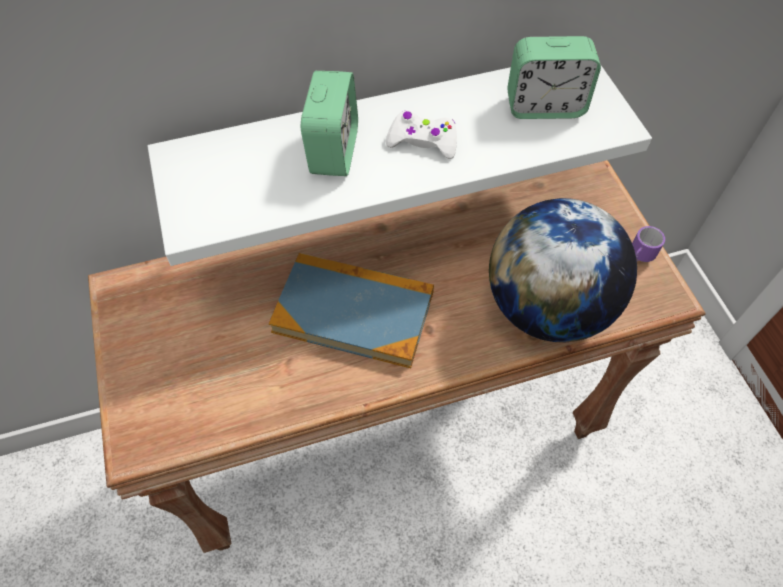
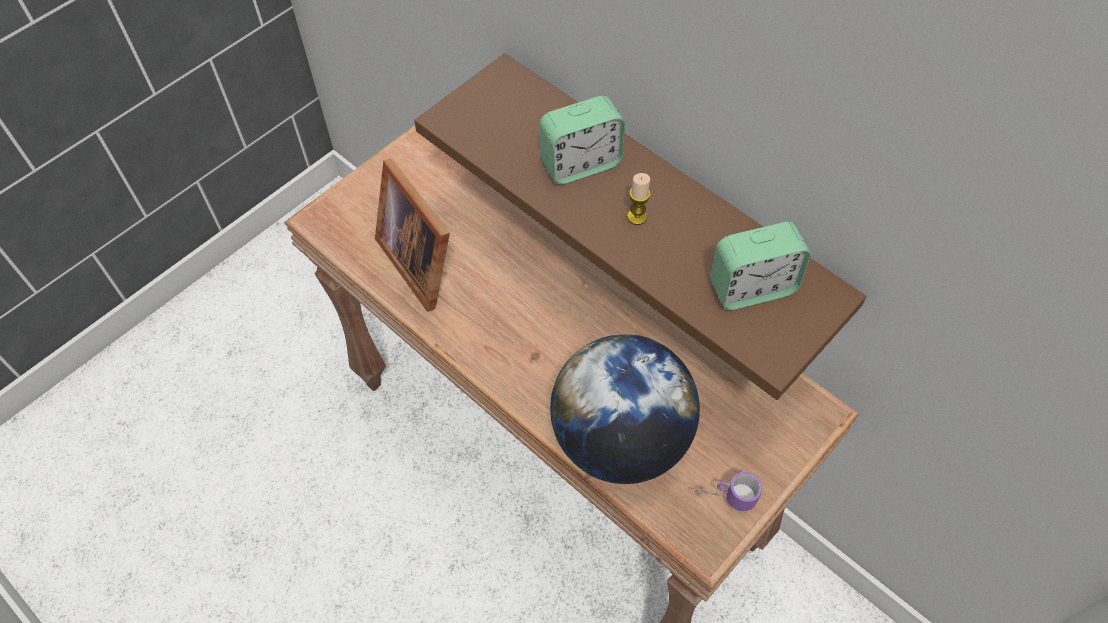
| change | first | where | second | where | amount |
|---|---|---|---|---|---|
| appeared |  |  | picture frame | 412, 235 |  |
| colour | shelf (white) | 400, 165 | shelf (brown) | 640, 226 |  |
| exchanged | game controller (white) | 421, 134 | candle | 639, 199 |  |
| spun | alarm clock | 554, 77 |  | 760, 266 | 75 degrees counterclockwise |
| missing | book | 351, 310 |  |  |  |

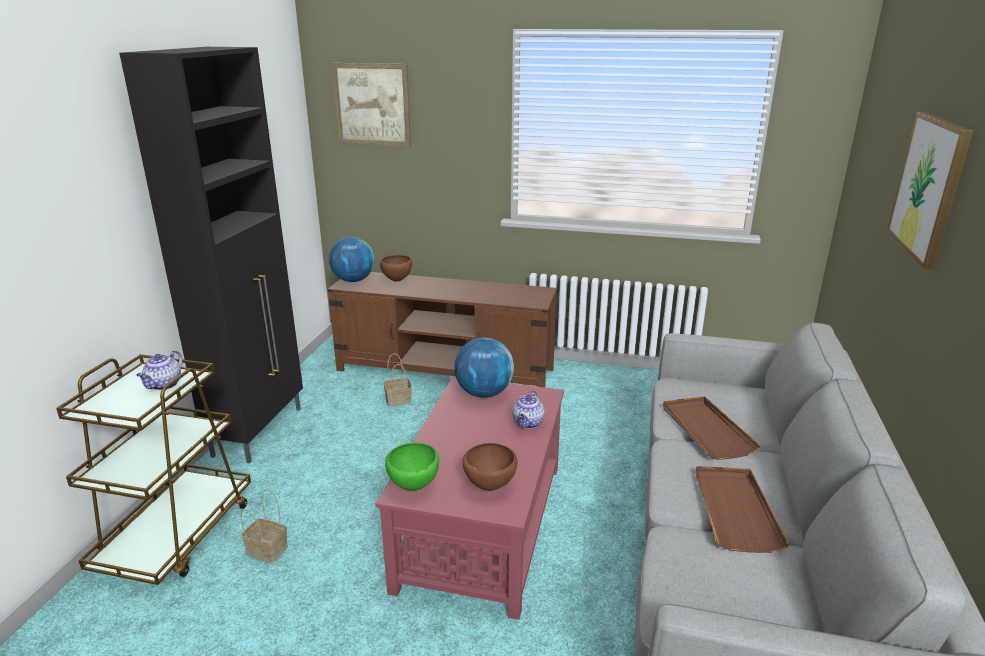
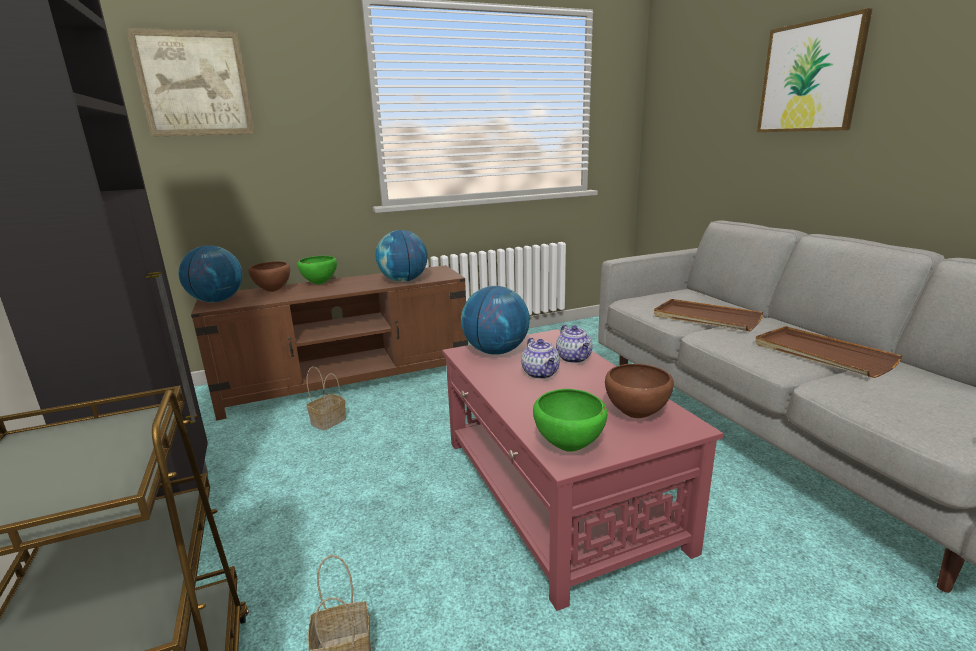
| change | first | where | second | where | amount |
|---|---|---|---|---|---|
| appeared |  |  | bowl (green) | 317, 270 |  |
| appeared |  |  | globe | 401, 256 |  |
| relocated | teapot | 159, 370 |  | 540, 358 |  |

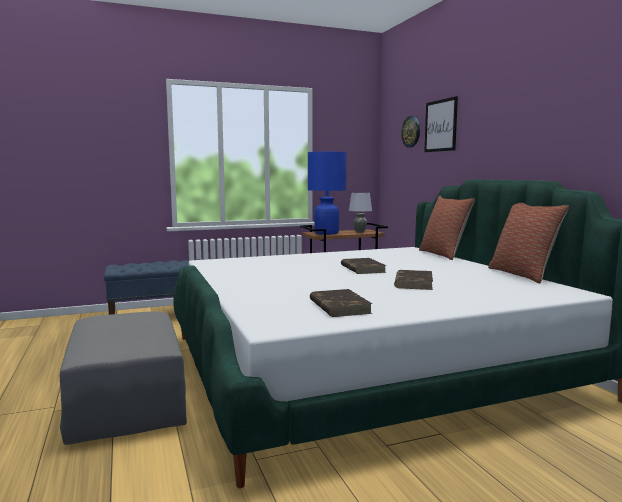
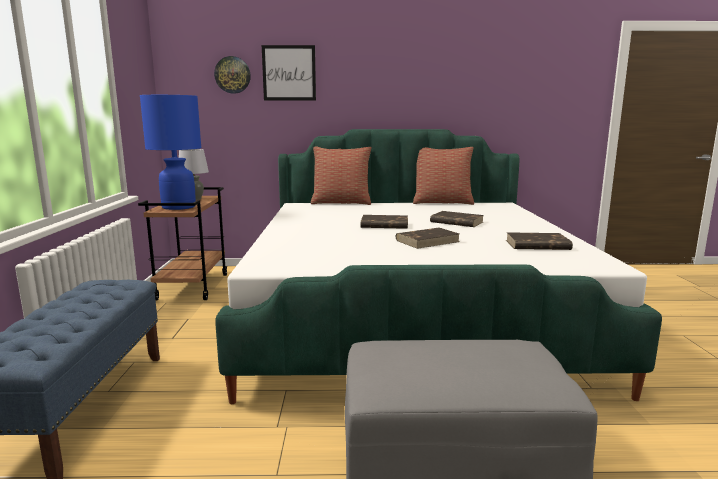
| change | first | where | second | where | amount |
|---|---|---|---|---|---|
| appeared |  |  | book (brown) | 427, 238 |  |

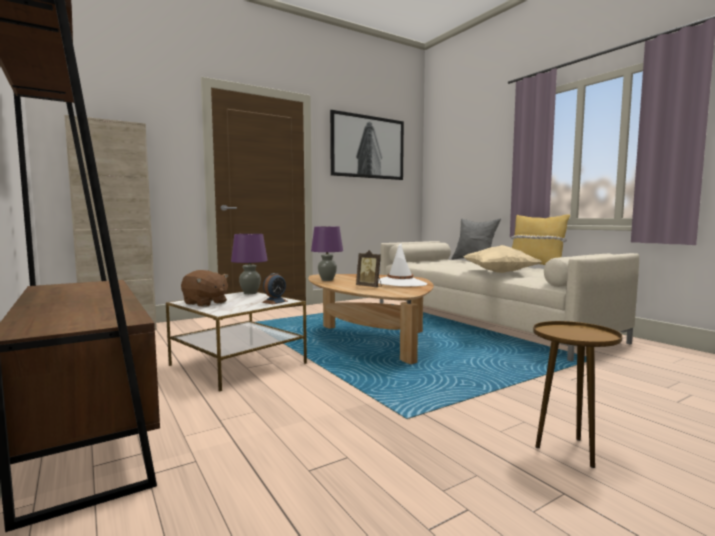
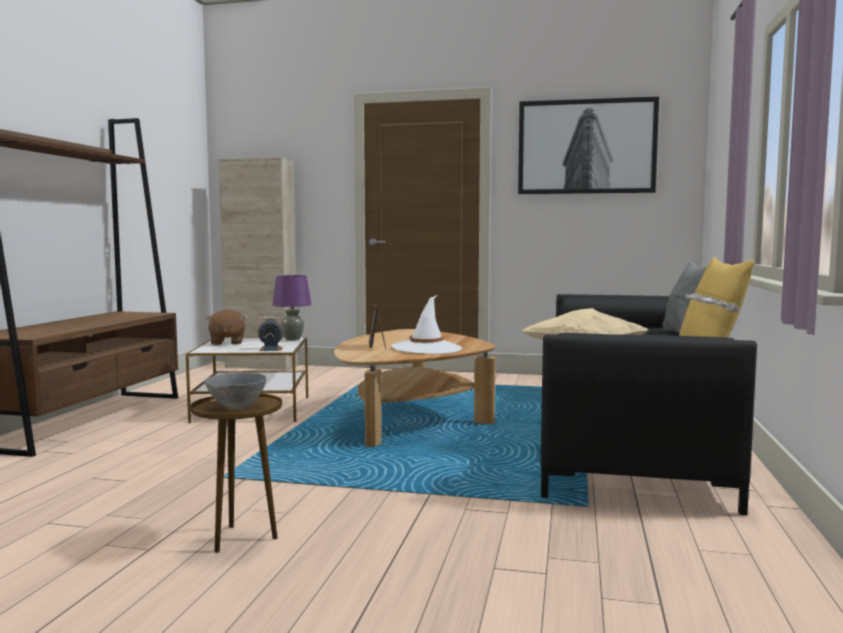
| change | first | where | second | where | amount |
|---|---|---|---|---|---|
| appeared |  |  | bowl (grey) | 235, 391 |  |
| colour | sofa (beige) | 509, 301 | sofa (black) | 648, 404 |  |
| missing | table lamp (purple) | 327, 253 |  |  |  |

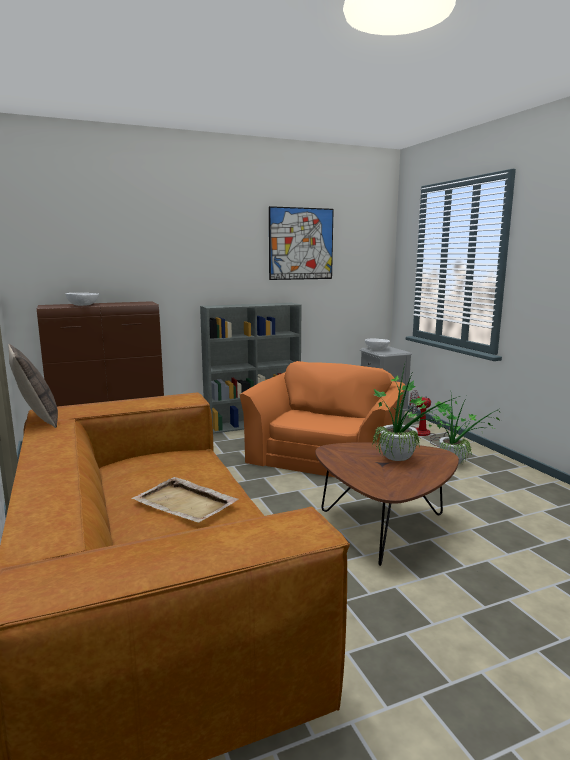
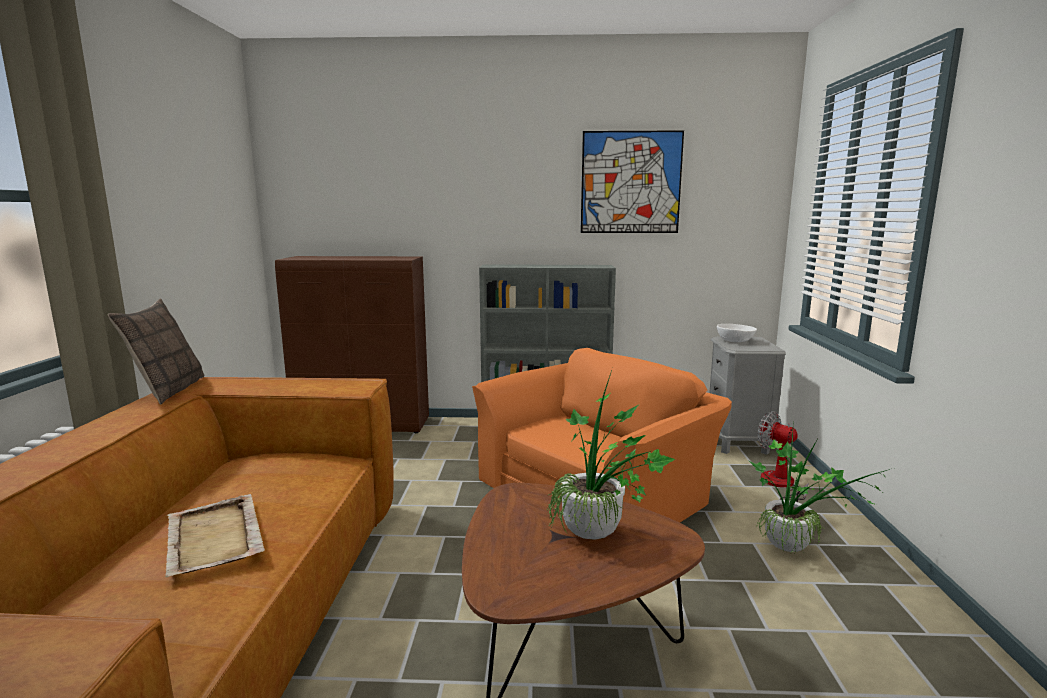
| change | first | where | second | where | amount |
|---|---|---|---|---|---|
| missing | bowl (white) | 82, 299 |  |  |  |

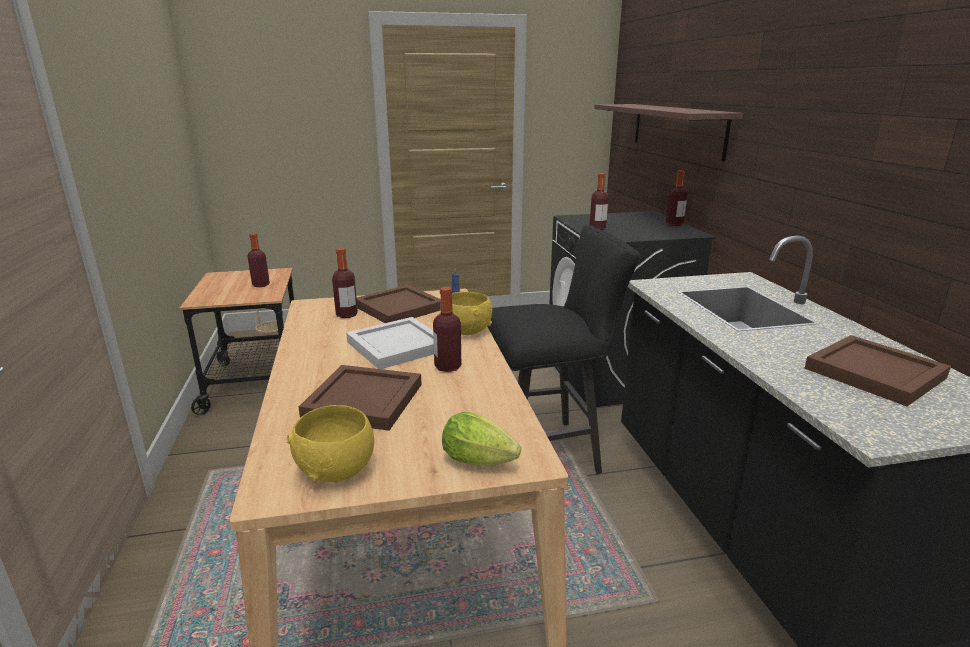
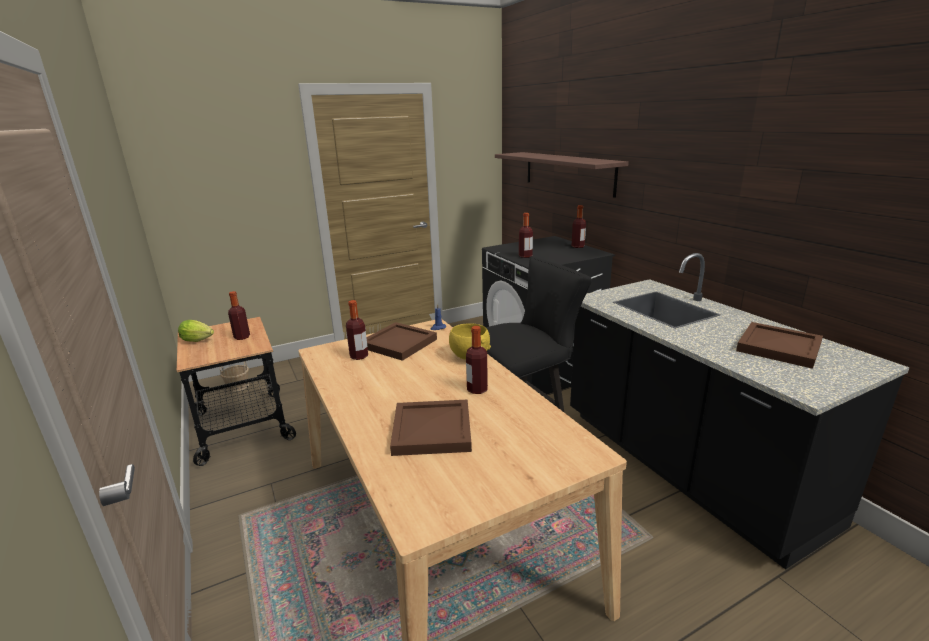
| change | first | where | second | where | amount |
|---|---|---|---|---|---|
| relocated | lettuce | 481, 439 |  | 196, 331 |  |
| missing | bowl (yellow) | 330, 443 |  |  |  |
| missing | tray (white) | 390, 343 |  |  |  |

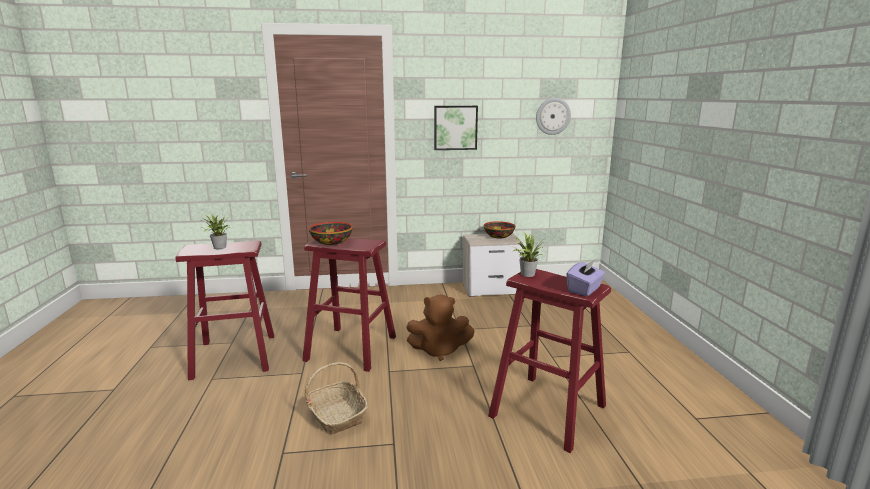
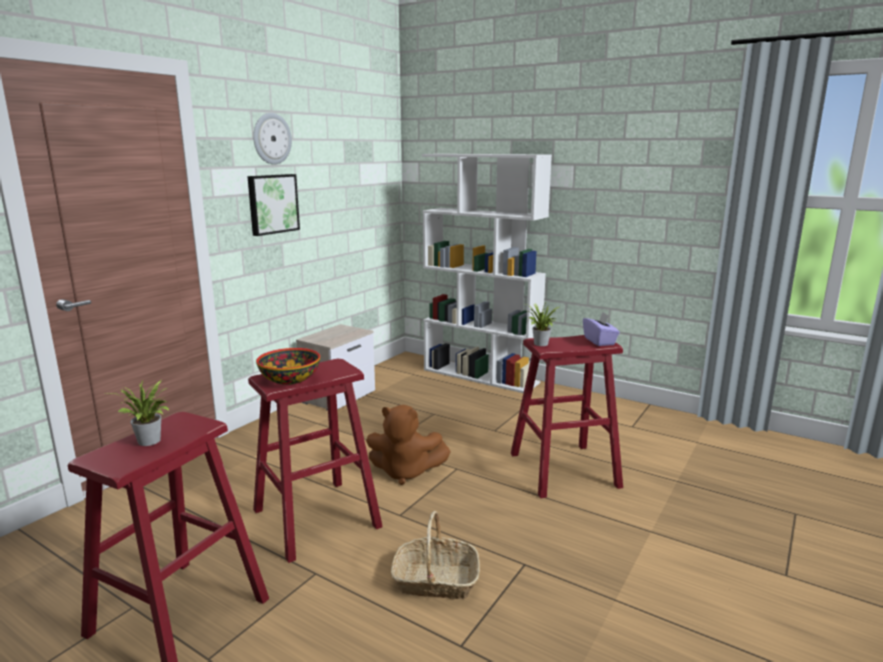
| change | first | where | second | where | amount |
|---|---|---|---|---|---|
| relocated | wall clock | 553, 116 |  | 272, 139 |  |
| spun | plush toy (brown) | 440, 327 |  | 408, 445 | 60 degrees clockwise |
| appeared |  |  | bookcase (white) | 487, 273 |  |
| missing | bowl | 499, 229 |  |  |  |

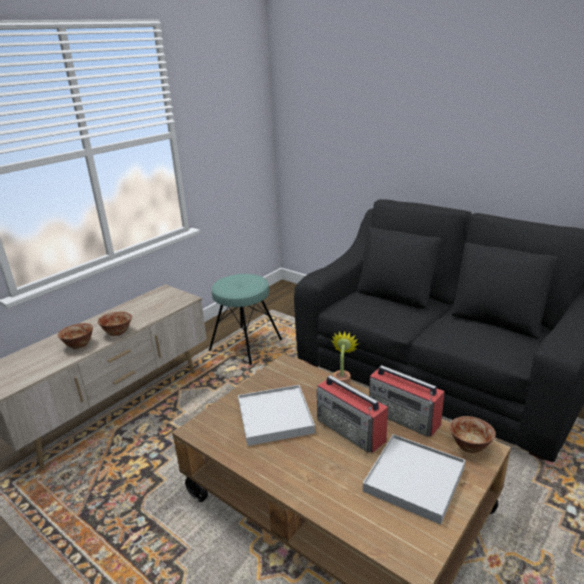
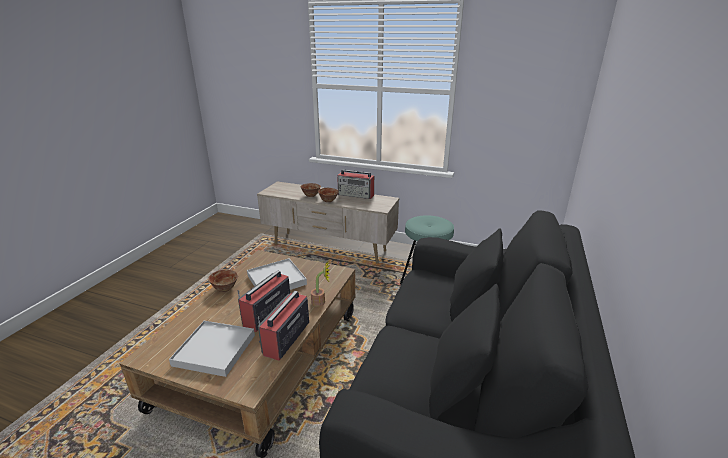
| change | first | where | second | where | amount |
|---|---|---|---|---|---|
| relocated | bowl | 473, 434 |  | 223, 280 |  |
| appeared |  |  | radio | 355, 184 |  |

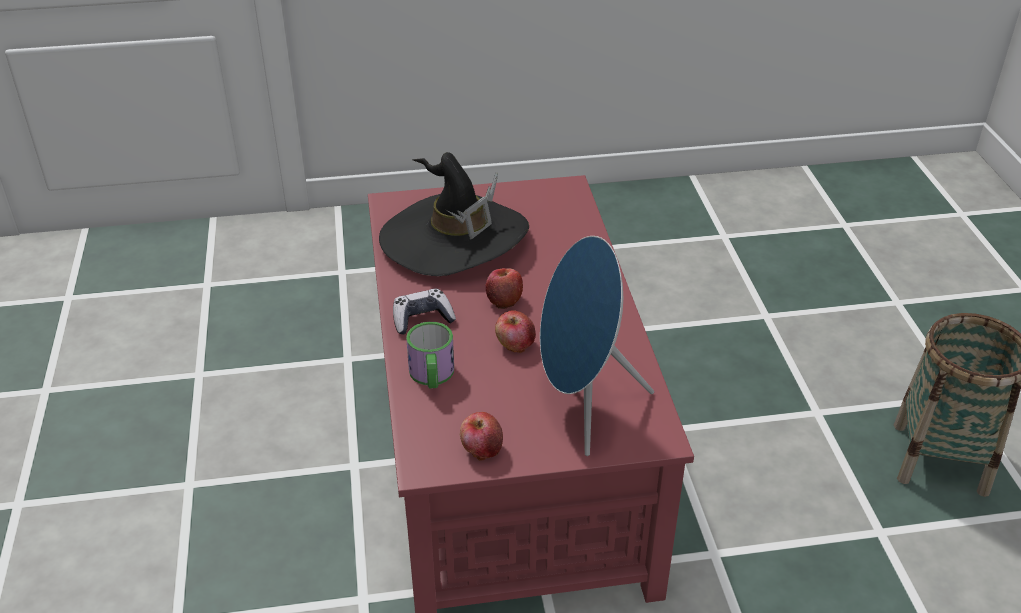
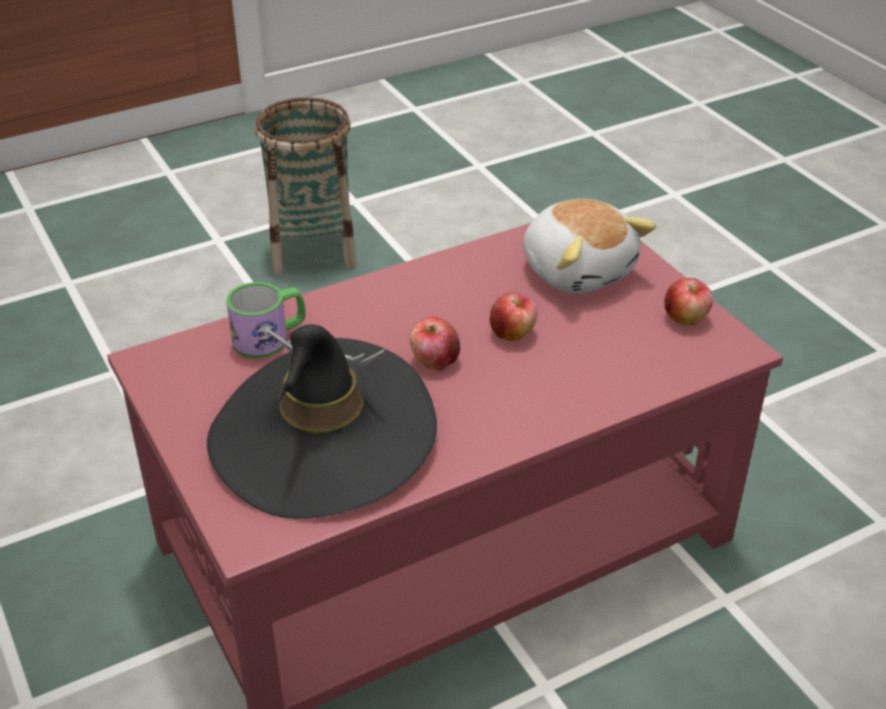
| change | first | where | second | where | amount |
|---|---|---|---|---|---|
| relocated | mug | 430, 355 |  | 266, 320 |  |
| exchanged | speaker (blue) | 597, 346 | plush toy | 589, 246 |  |
| missing | game controller | 424, 312 |  |  |  |

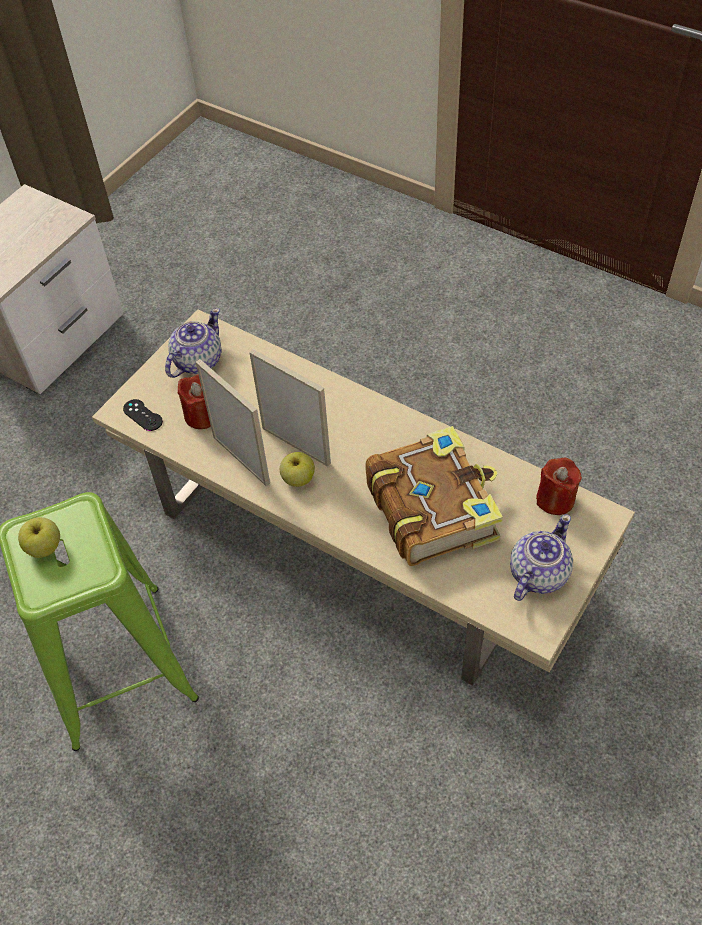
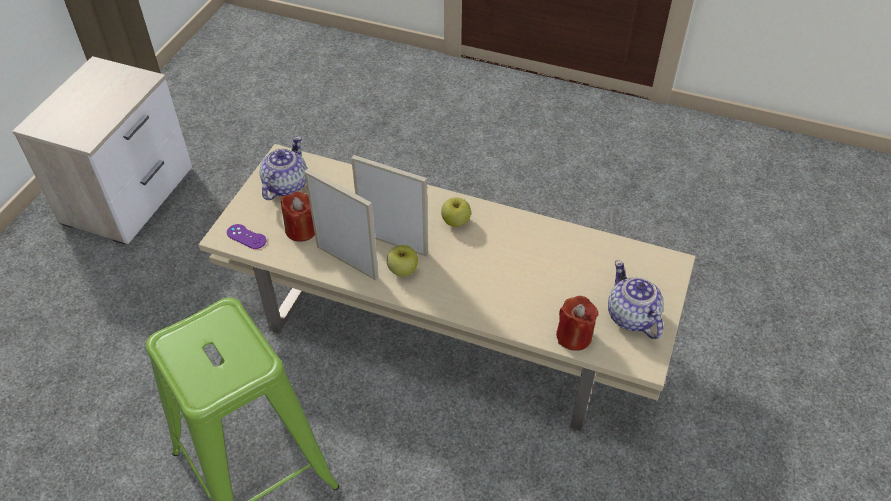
| change | first | where | second | where | amount |
|---|---|---|---|---|---|
| colour | game controller (black) | 143, 415 | game controller (purple) | 246, 236 |  |
| relocated | apple | 39, 537 |  | 456, 212 |  |
| relocated | candle (red) | 559, 486 |  | 577, 323 |  |
| spun | teapot | 541, 557 |  | 636, 299 | 45 degrees counterclockwise |
| missing | book | 434, 496 |  |  |  |

